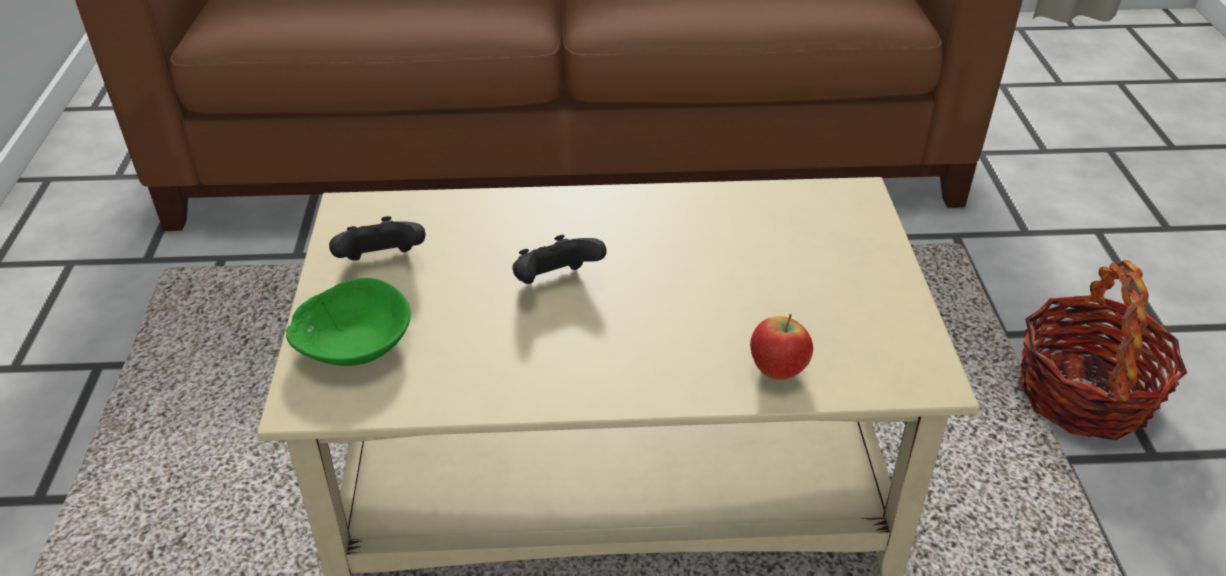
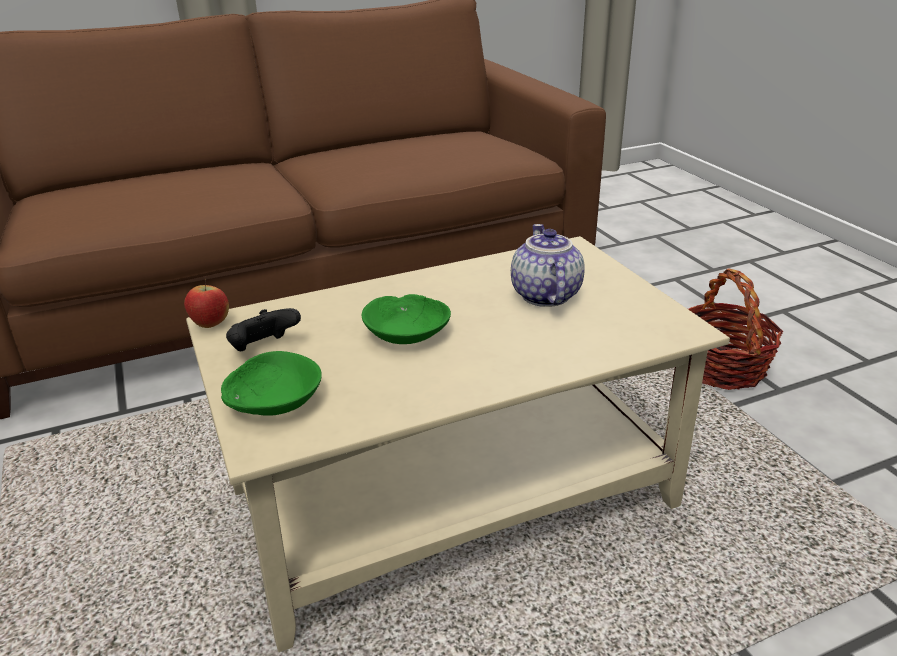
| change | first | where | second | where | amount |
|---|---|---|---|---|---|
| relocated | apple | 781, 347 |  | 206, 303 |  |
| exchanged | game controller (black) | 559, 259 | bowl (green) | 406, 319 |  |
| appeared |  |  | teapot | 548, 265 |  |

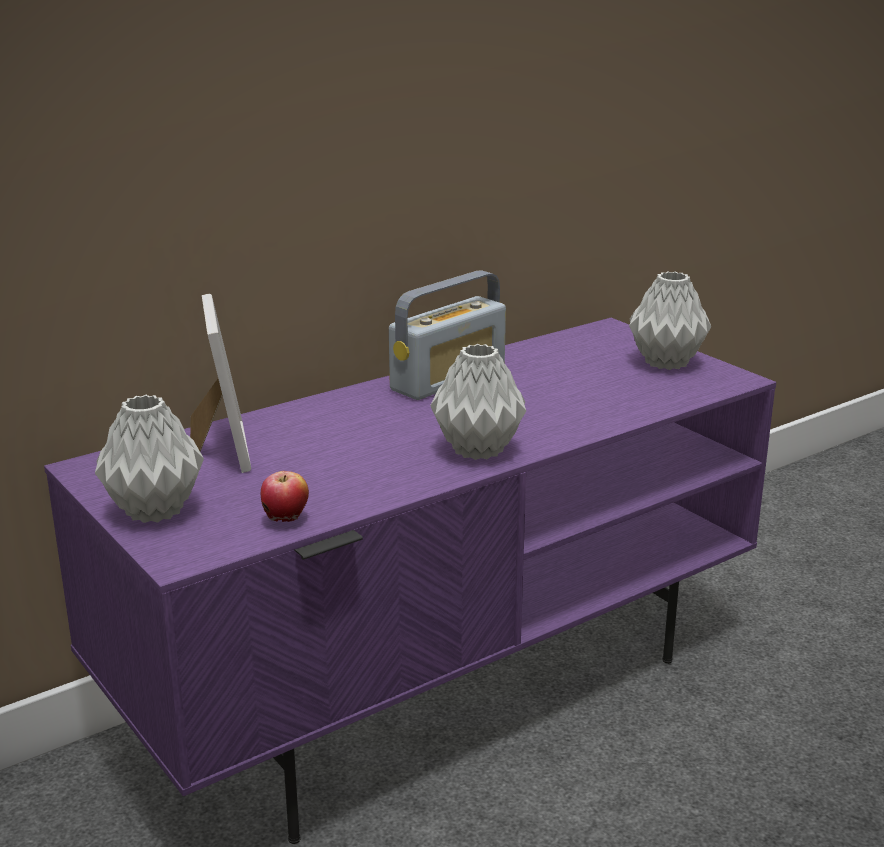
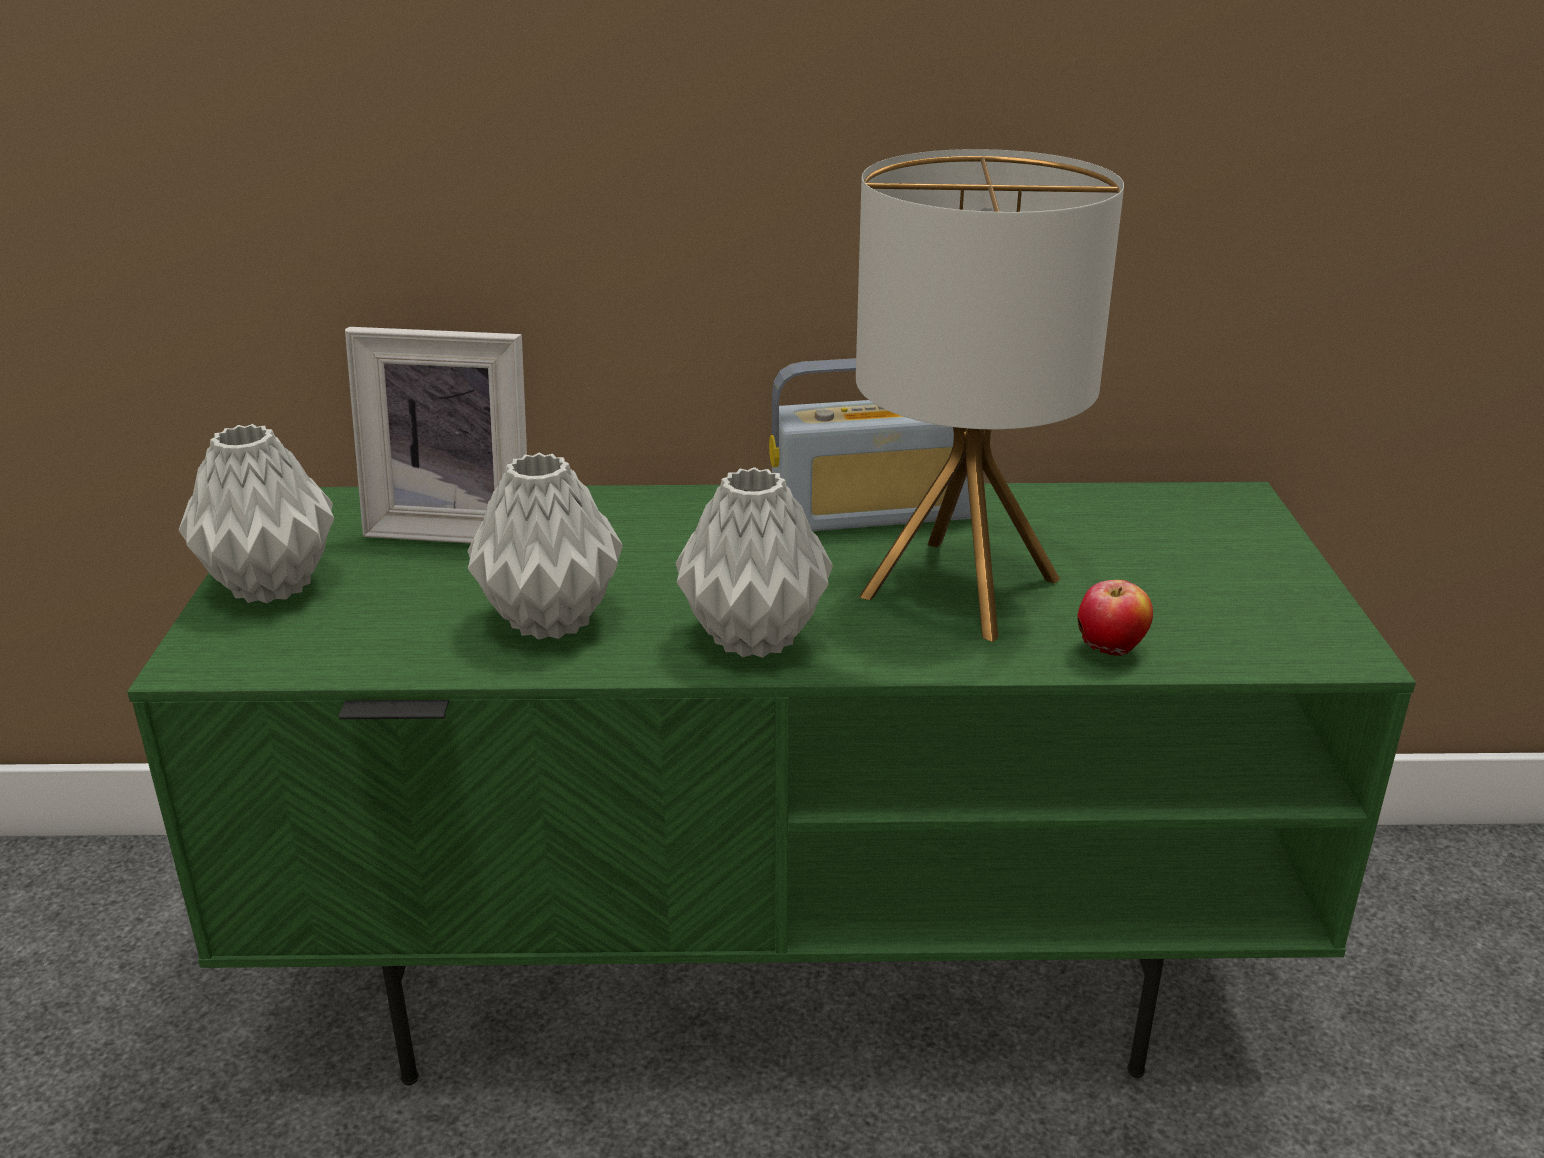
| change | first | where | second | where | amount |
|---|---|---|---|---|---|
| colour | tv stand (purple) | 410, 581 | tv stand (green) | 771, 783 |  |
| spun | picture frame | 220, 383 |  | 436, 435 | 75 degrees clockwise |
| relocated | vase (grey) | 670, 320 |  | 545, 546 |  |
| appeared |  |  | table lamp | 990, 395 |  |
| relocated | apple | 285, 496 |  | 1115, 618 |  |

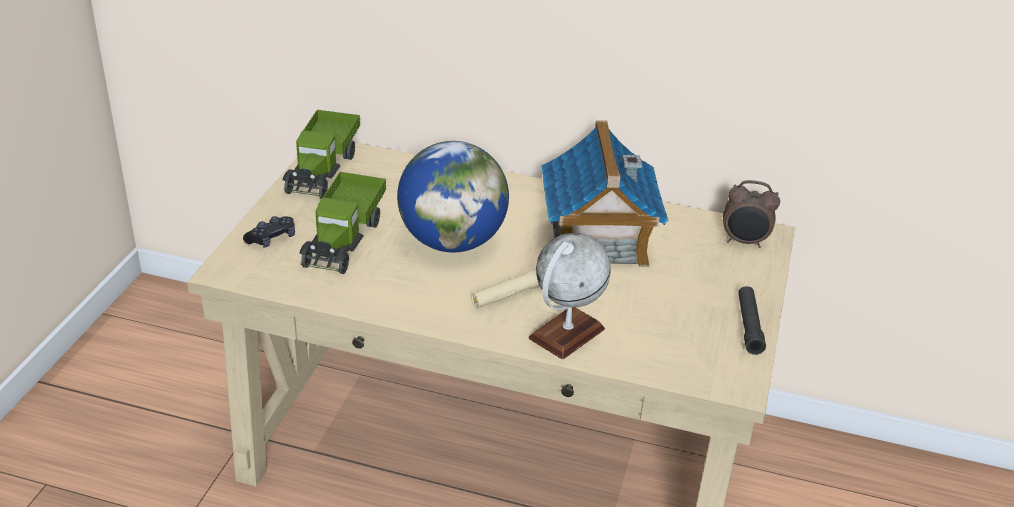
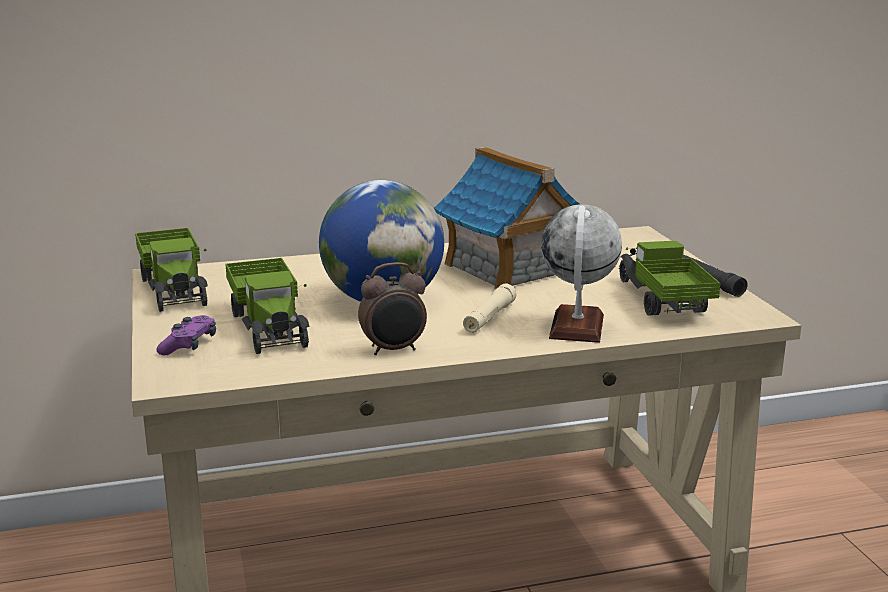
| change | first | where | second | where | amount |
|---|---|---|---|---|---|
| colour | game controller (black) | 269, 232 | game controller (purple) | 186, 335 |  |
| relocated | alarm clock | 751, 214 |  | 392, 308 |  |
| appeared |  |  | toy truck | 670, 278 |  |

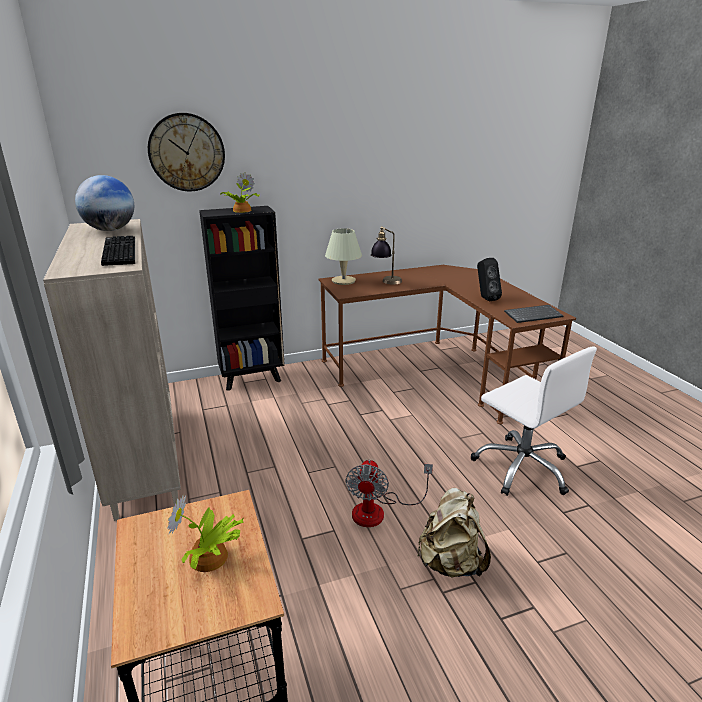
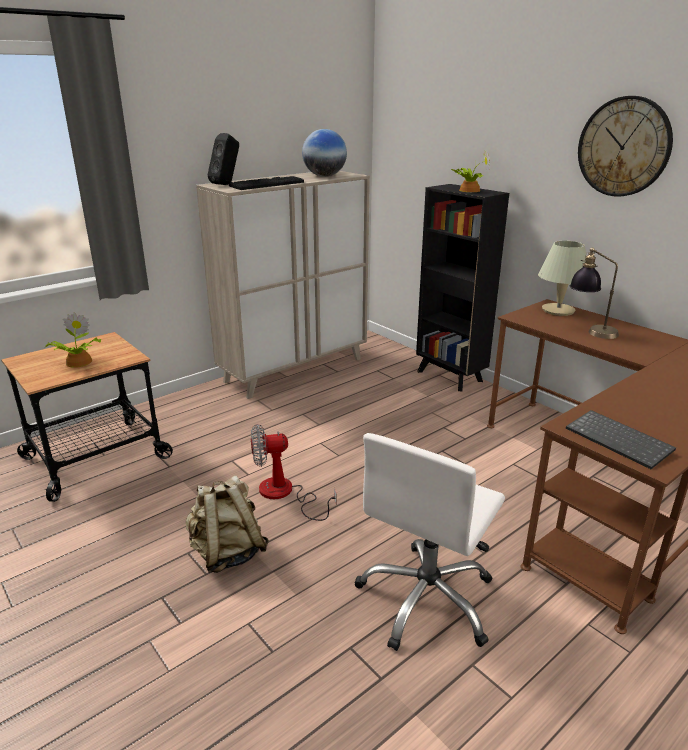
| change | first | where | second | where | amount |
|---|---|---|---|---|---|
| relocated | speaker (black) | 489, 280 |  | 223, 159 |  |
| relocated | wall clock | 186, 152 |  | 625, 146 |  |

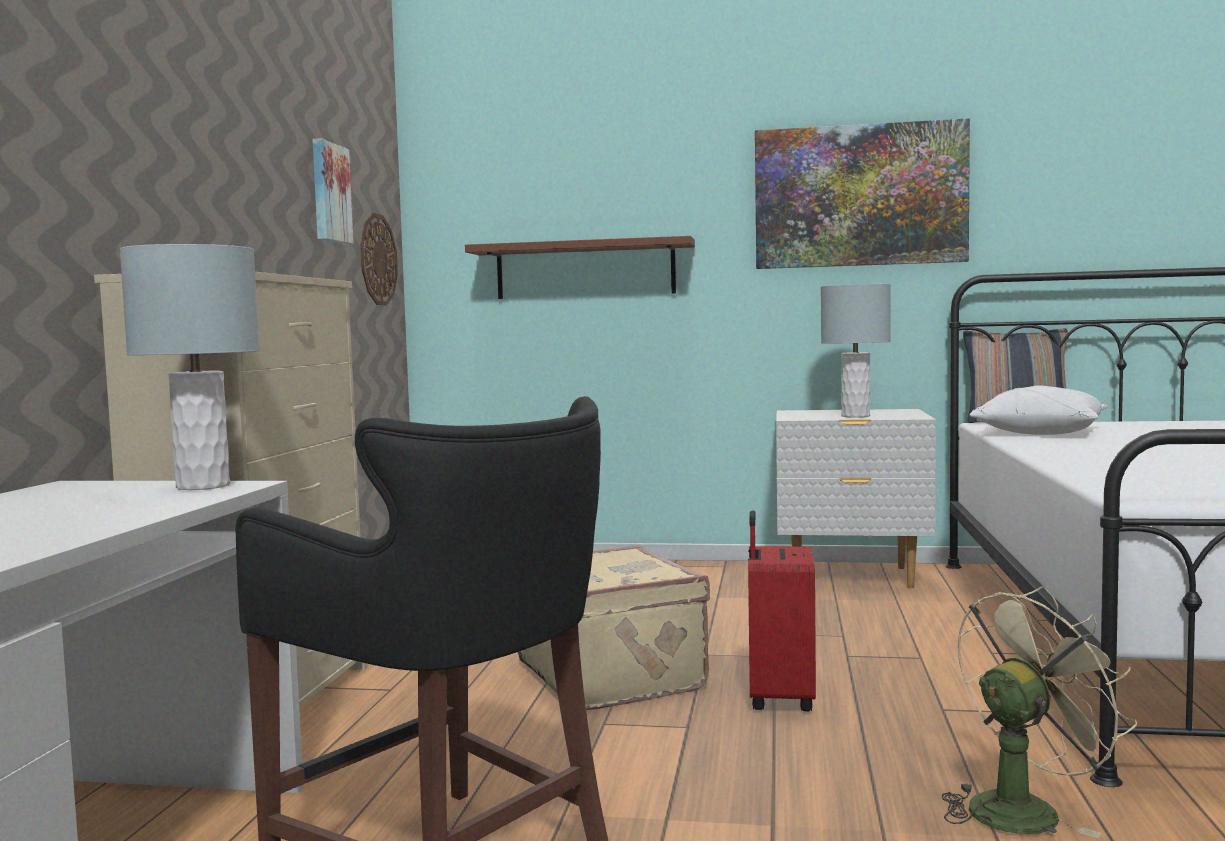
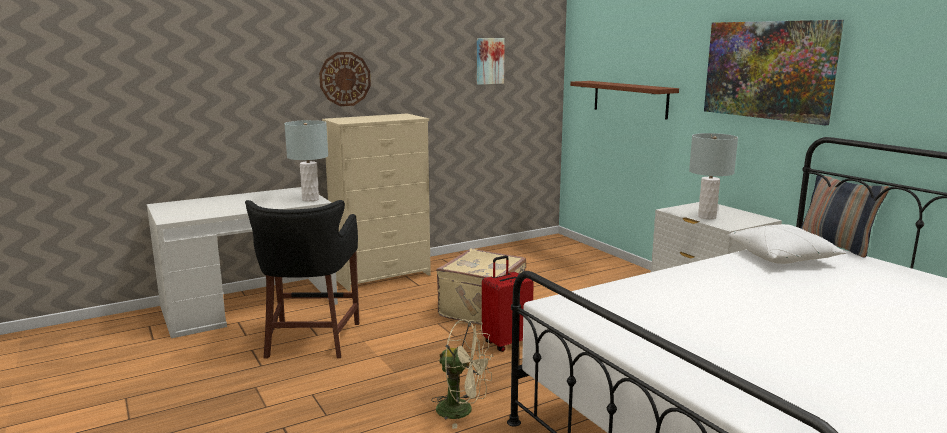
| change | first | where | second | where | amount |
|---|---|---|---|---|---|
| relocated | wall clock | 379, 259 |  | 345, 79 |  |

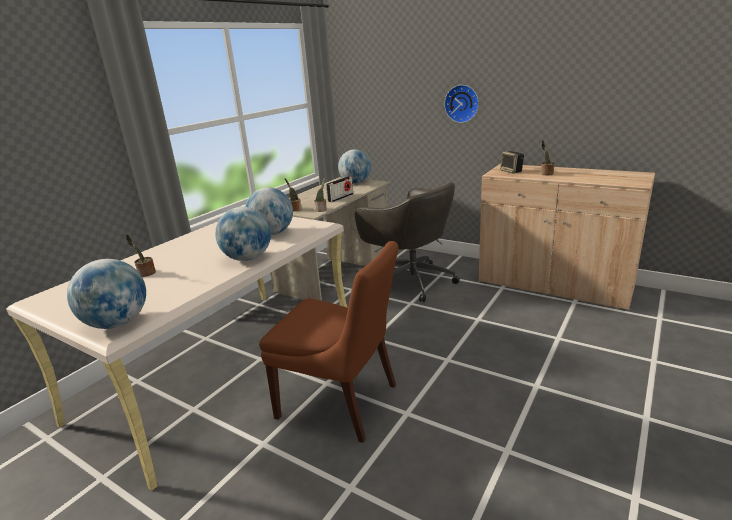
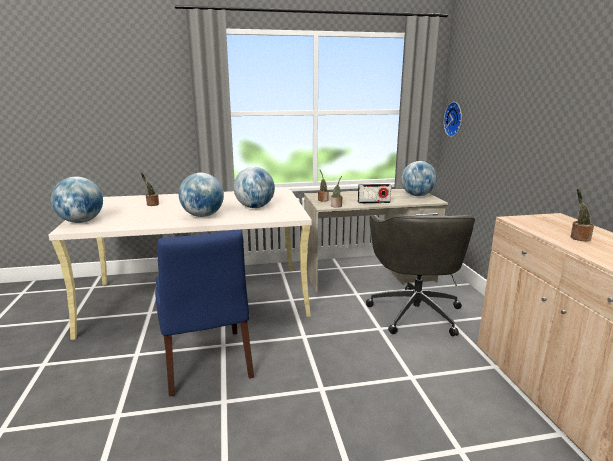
| change | first | where | second | where | amount |
|---|---|---|---|---|---|
| colour | chair (brown) | 328, 342 | chair (blue) | 204, 313 |  |
| relocated | wall clock | 461, 104 |  | 453, 119 |  |
| missing | speaker | 512, 162 |  |  |  |

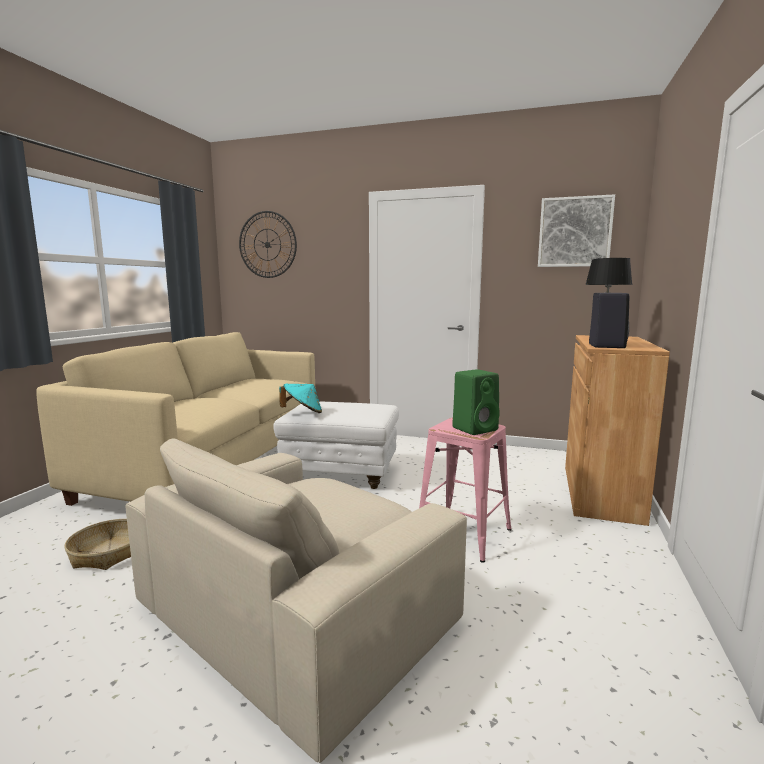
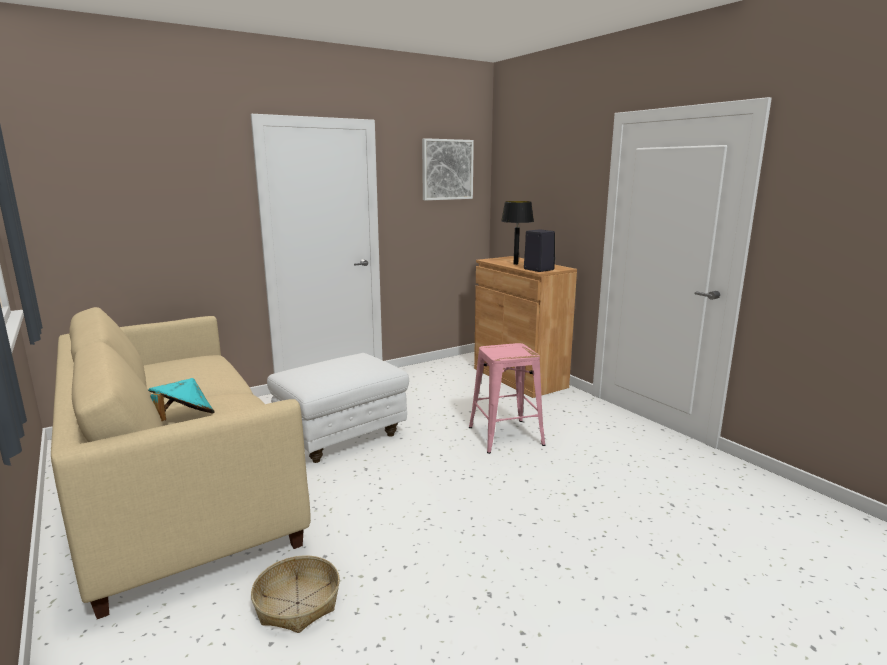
| change | first | where | second | where | amount |
|---|---|---|---|---|---|
| relocated | hat (turquoise) | 300, 398 |  | 181, 399 |  |
| missing | armchair (beige) | 296, 600 |  |  |  |
| missing | wall clock | 268, 244 |  |  |  |
| missing | speaker (green) | 476, 402 |  |  |  |

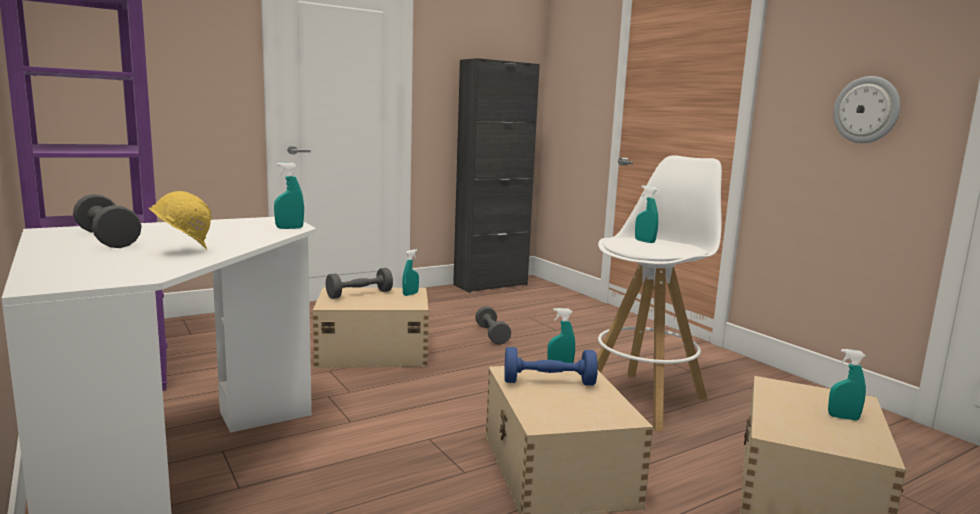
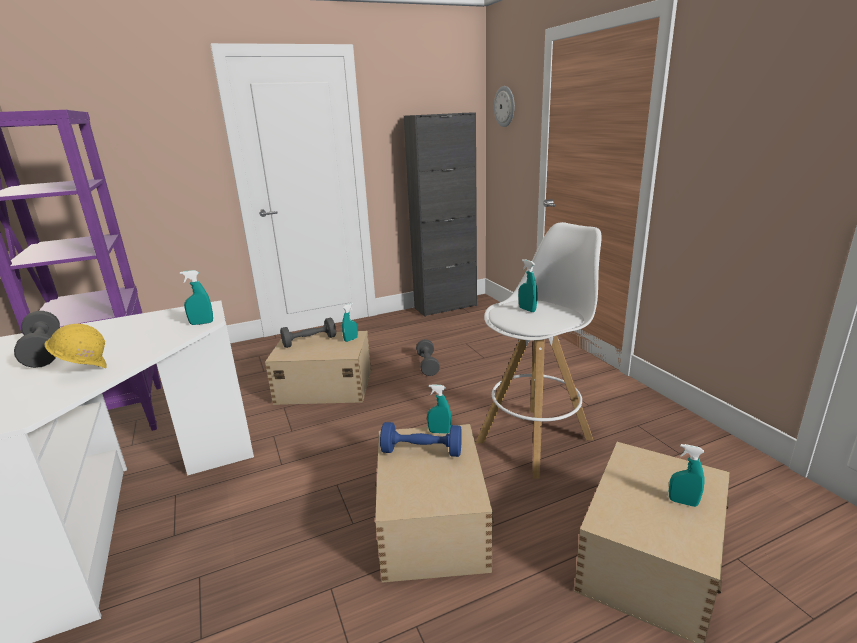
| change | first | where | second | where | amount |
|---|---|---|---|---|---|
| relocated | wall clock | 867, 109 |  | 504, 106 |  |

